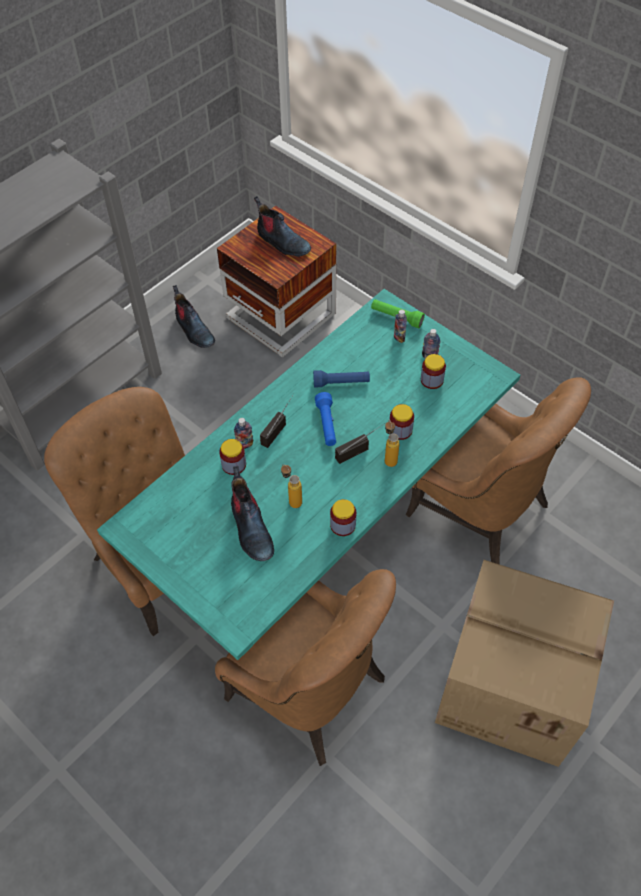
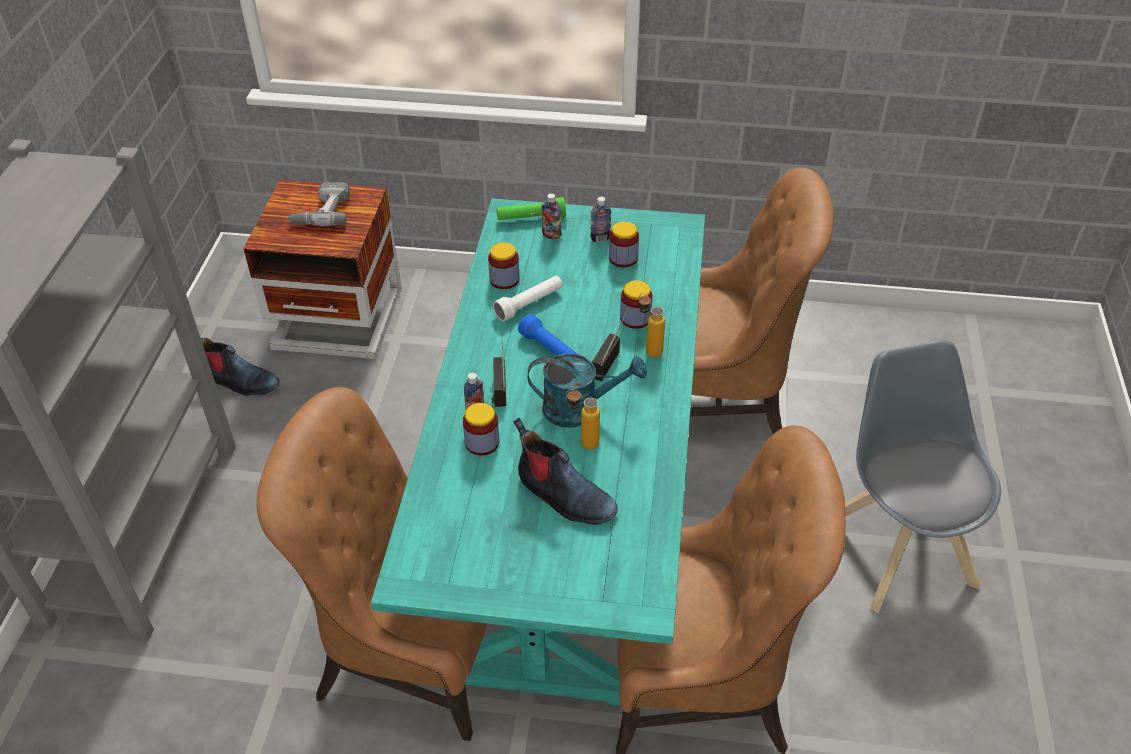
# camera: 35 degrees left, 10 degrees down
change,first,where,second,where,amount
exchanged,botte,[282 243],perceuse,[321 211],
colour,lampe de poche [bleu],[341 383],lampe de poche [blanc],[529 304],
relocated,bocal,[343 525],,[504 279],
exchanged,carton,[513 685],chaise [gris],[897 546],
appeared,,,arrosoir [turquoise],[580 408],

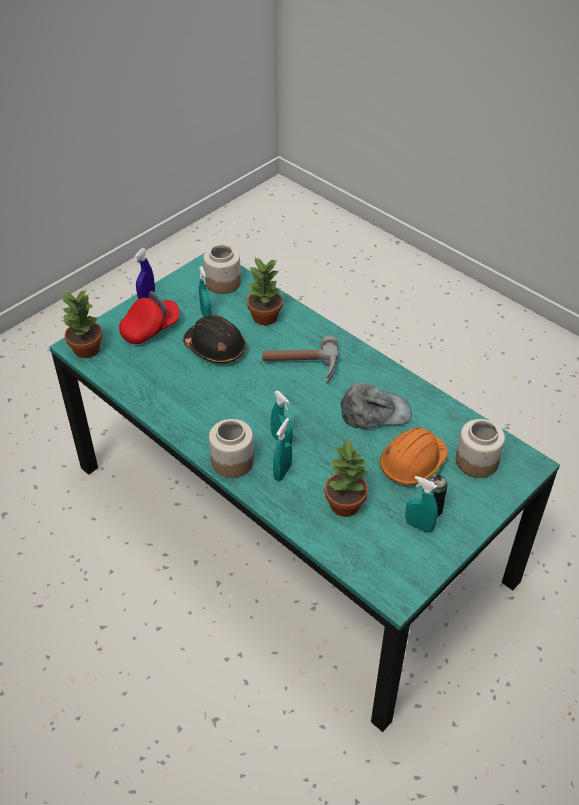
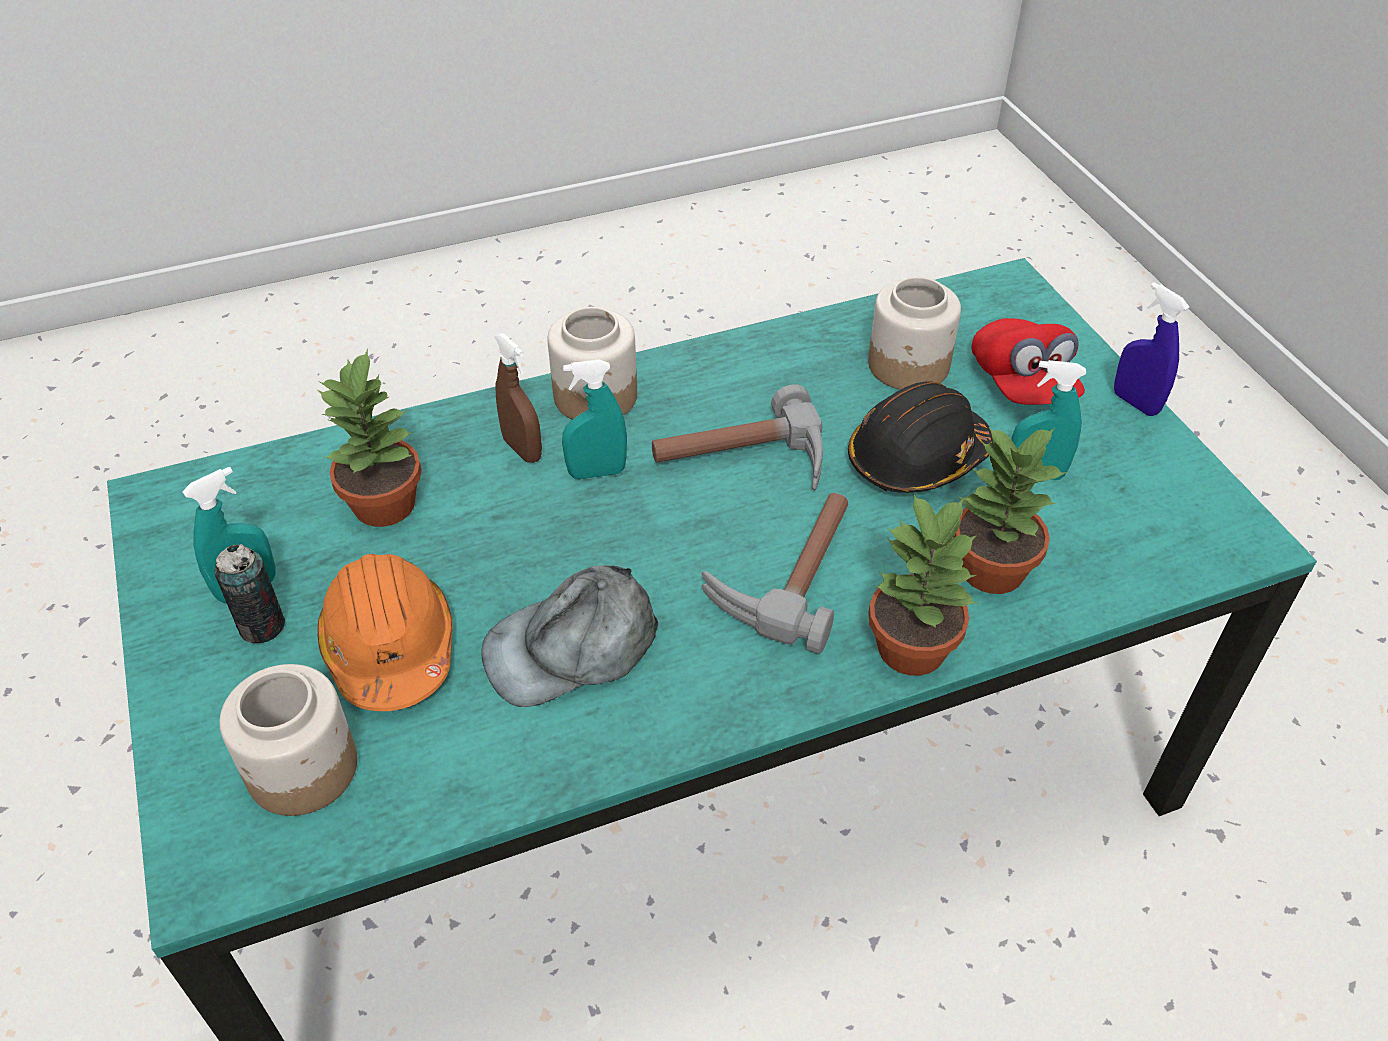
# camera: 115 degrees right, 0 degrees up
change,first,where,second,where,amount
relocated,plante en pot,[85 349],,[912 646],
relocated,bocal,[223 282],,[909 366],
colour,vaporisateur [turquoise],[282 472],vaporisateur [marron],[522 449],
spun,casquette [gris],[375 412],,[572 647],45 degrees clockwise
appeared,,,marteau,[743 464],

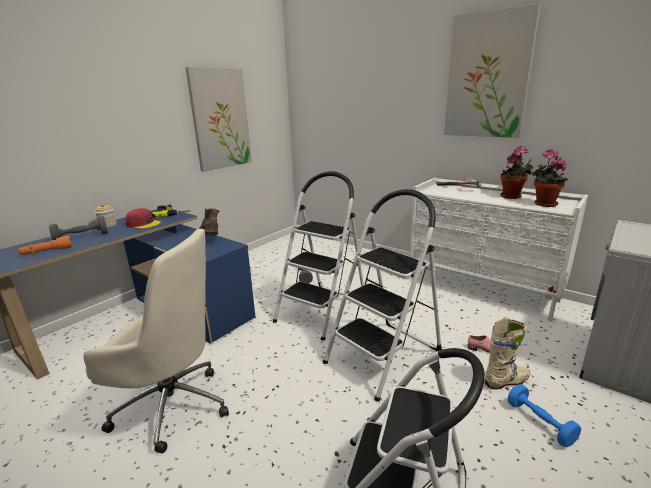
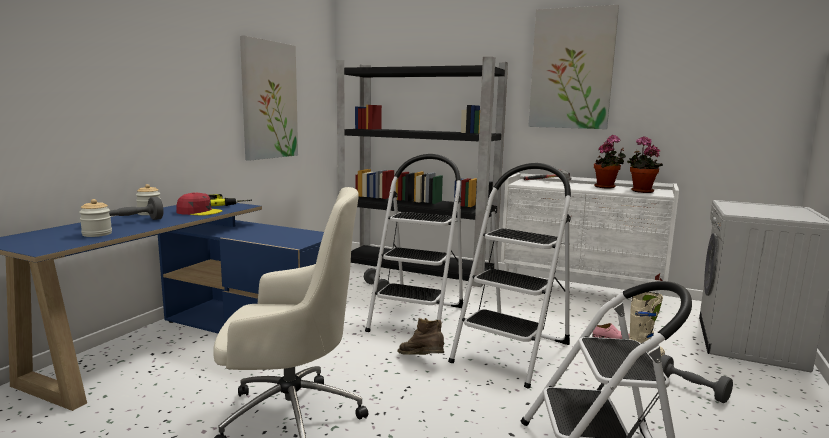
# camera: 15 degrees left, 10 degrees down
change,first,where,second,where,amount
exchanged,lampe de poche [orange],[47 252],bocal,[97 234],
relocated,botte [marron],[210 240],,[421 361],
colour,haltère [bleu],[540 423],haltère [gris],[691 389],
appeared,,,bibliothèque [noir],[416 268],

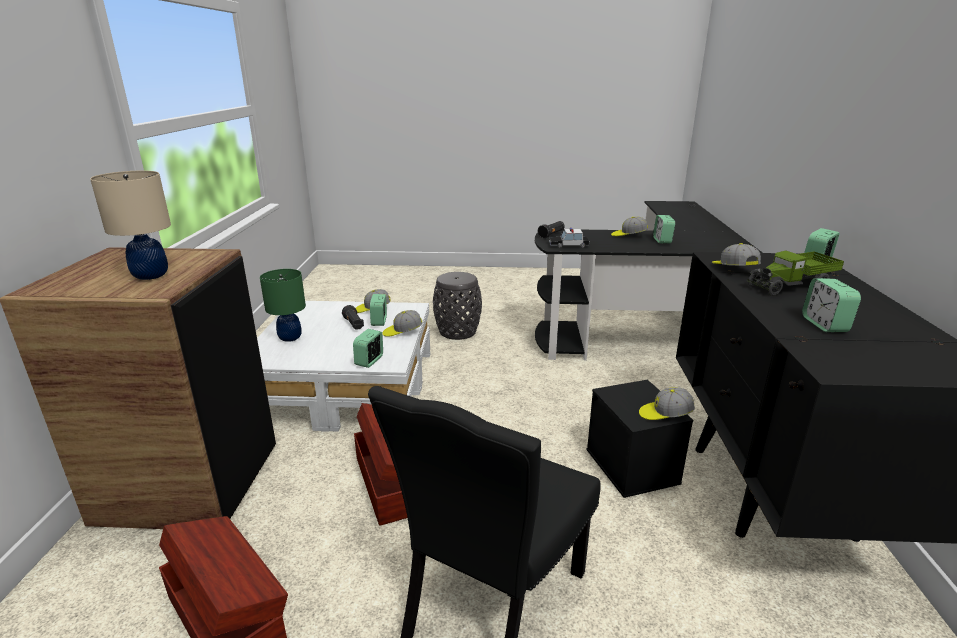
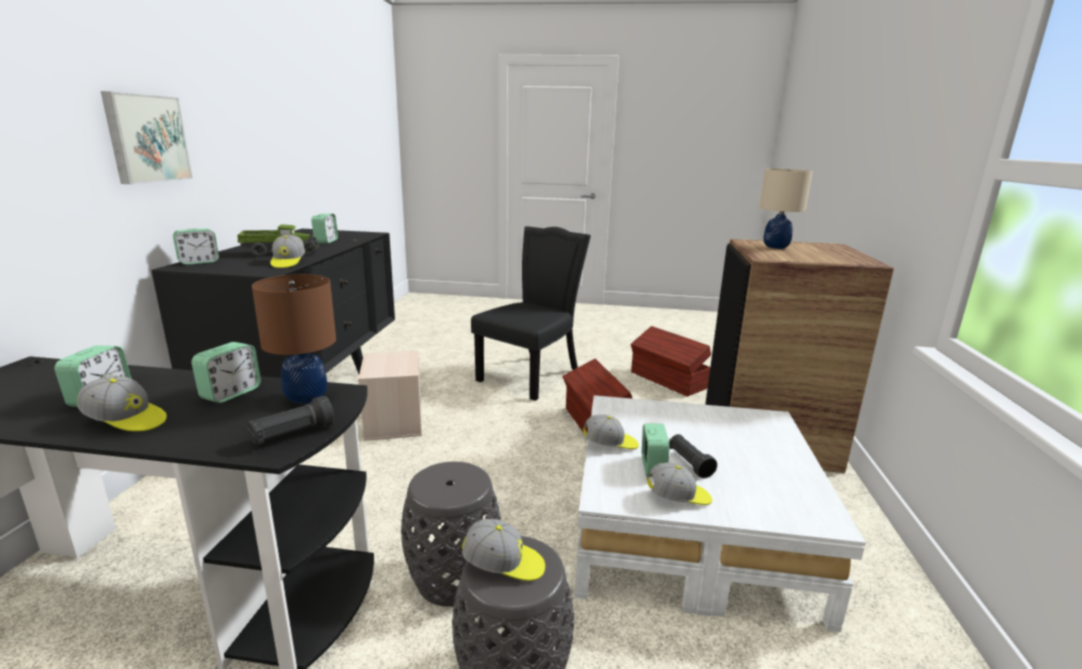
# camera: 175 degrees left, 5 degrees down
change,first,where,second,where,amount
missing,lampe de table [vert],[290 339],,,
relocated,réveil,[369 361],,[231 393],
exchanged,petite voiture,[568 245],lampe de table [marron],[305 398],
colour,boîte de rangement [noir],[633 466],boîte de rangement [beige],[393 421],
relocated,casquette,[665 414],,[504 565],
appeared,,,tableau,[146 138],
appeared,,,tabouret [gris],[453 579],

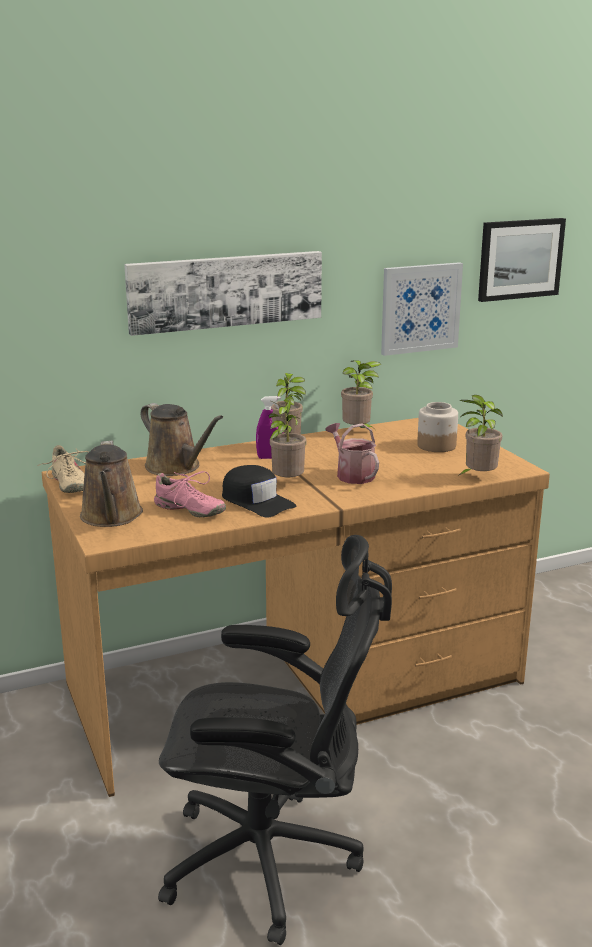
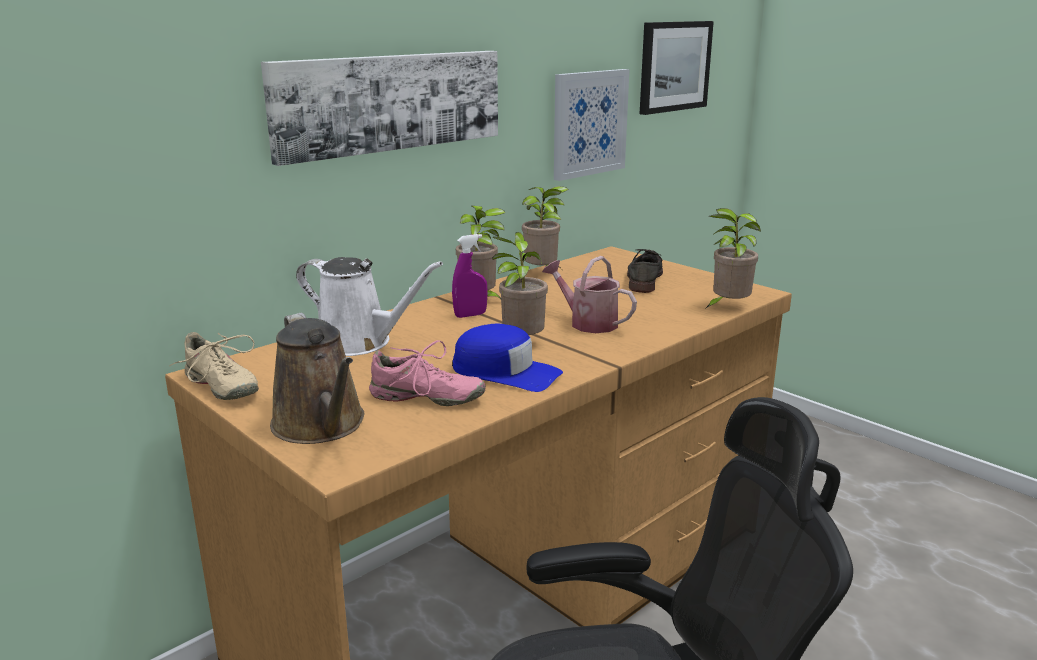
# camera: 20 degrees left, 0 degrees up
change,first,where,second,where,amount
colour,arrosoir [marron],[176 467],arrosoir [blanc],[359 342],
colour,casquette [noir],[257 501],casquette [bleu],[505 372],
exchanged,bocal,[436 446],chaussure [gris],[644 279],

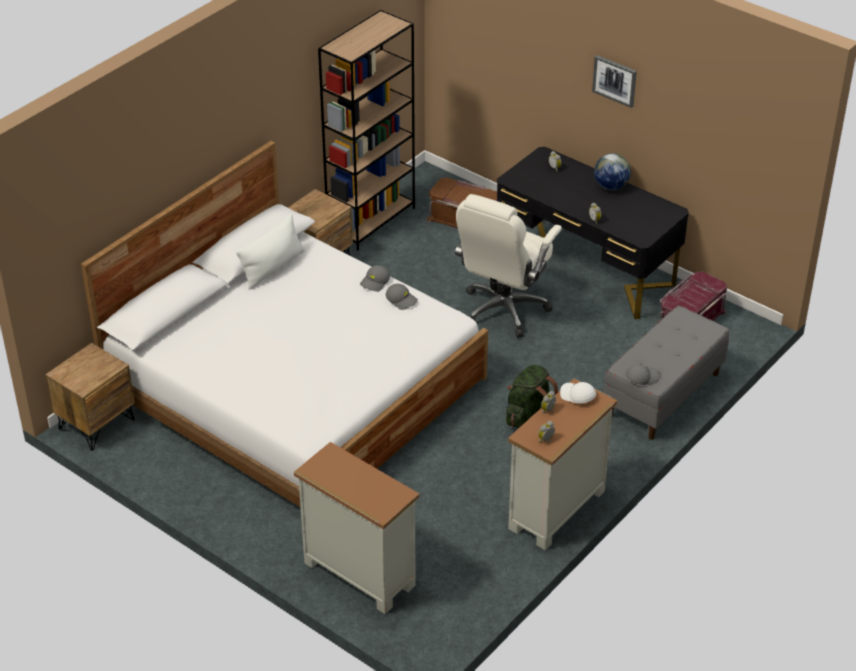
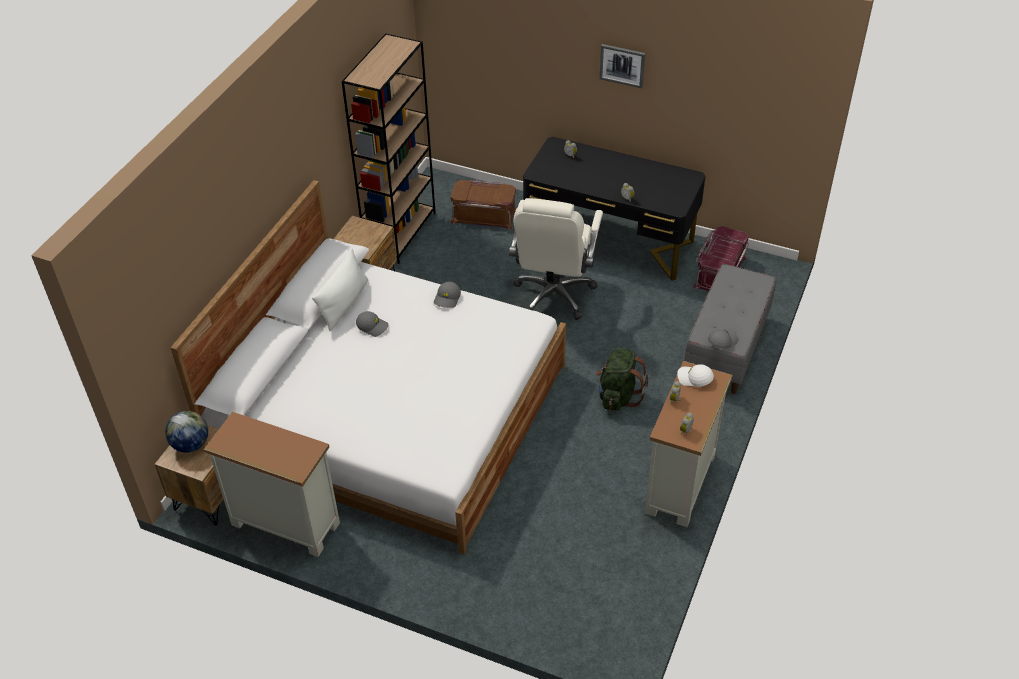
# camera: 15 degrees left, 5 degrees up
change,first,where,second,where,amount
relocated,commode [blanc],[359 573],,[285 523],
relocated,casquette [gris],[402 300],,[373 326],
relocated,globe,[611 186],,[191 445],

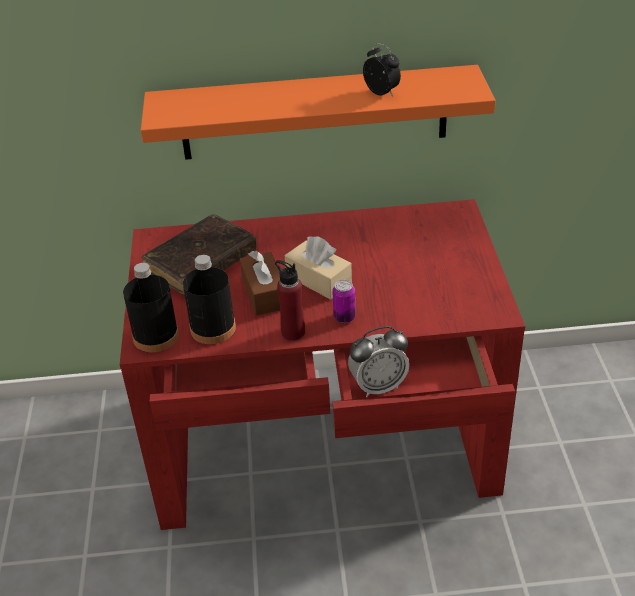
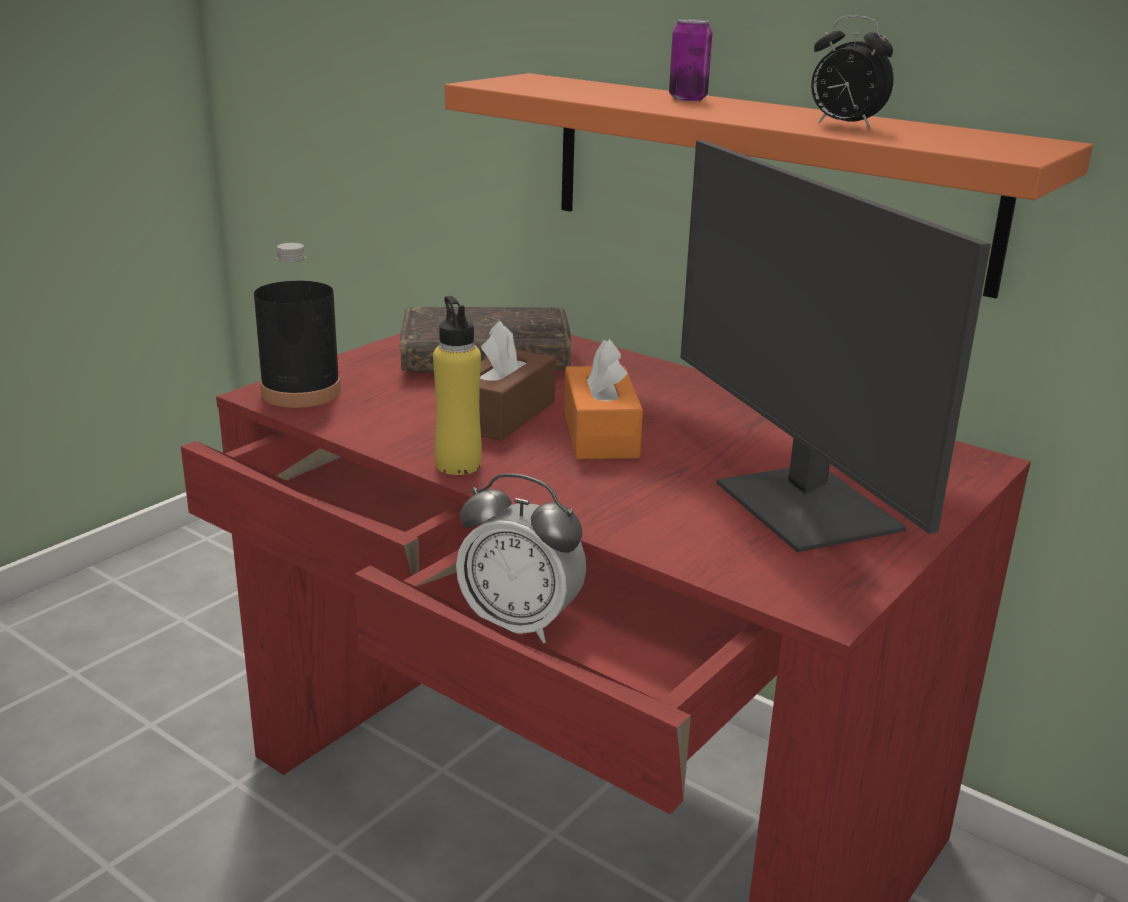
# camera: 40 degrees right, 15 degrees down
change,first,where,second,where,amount
missing,bouteille [noir],[213 328],,,
colour,bouteille [rouge],[293 332],bouteille [jaune],[458 465],
colour,boîte à mouchoirs [beige],[318 280],boîte à mouchoirs [orange],[600 434],
relocated,boîte métallique,[344 317],,[687 99],
spun,réveil,[382 93],,[843 126],120 degrees clockwise
appeared,,,écran d'ordinateur,[803 508],

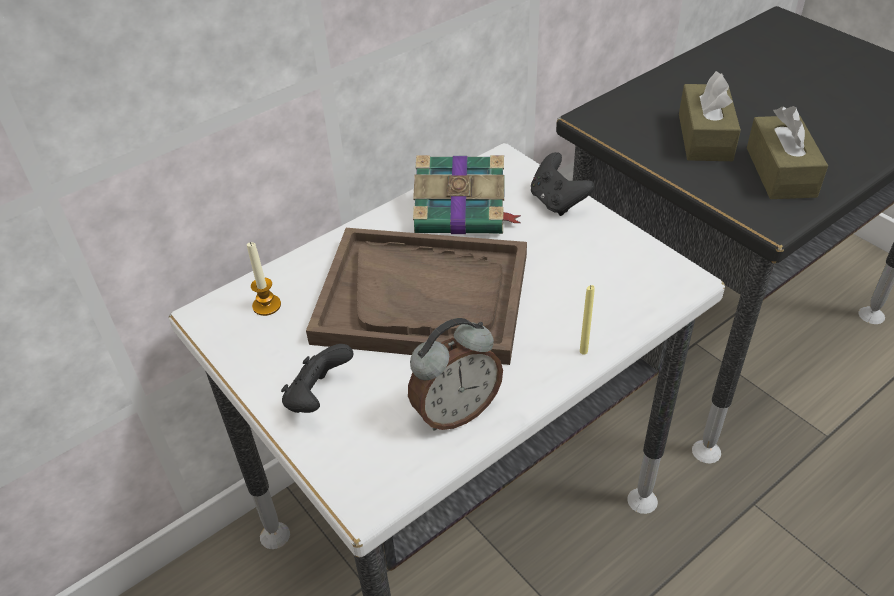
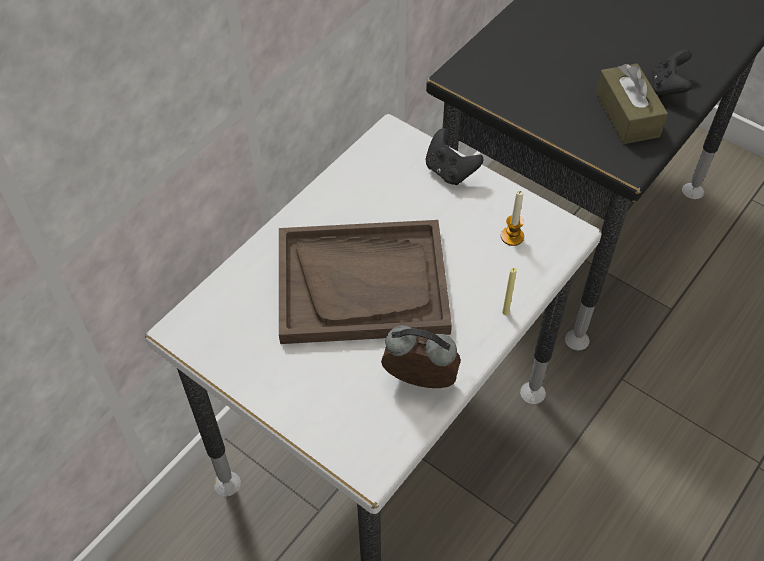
# camera: 15 degrees left, 10 degrees up
change,first,where,second,where,amount
relocated,bougie,[266 305],,[512 236],
relocated,manette [noir],[318 397],,[667 88],
spun,réveil,[455 411],,[419 383],120 degrees counterclockwise
missing,livre,[462 212],,,
missing,boîte à mouchoirs [marron],[705 137],,,

